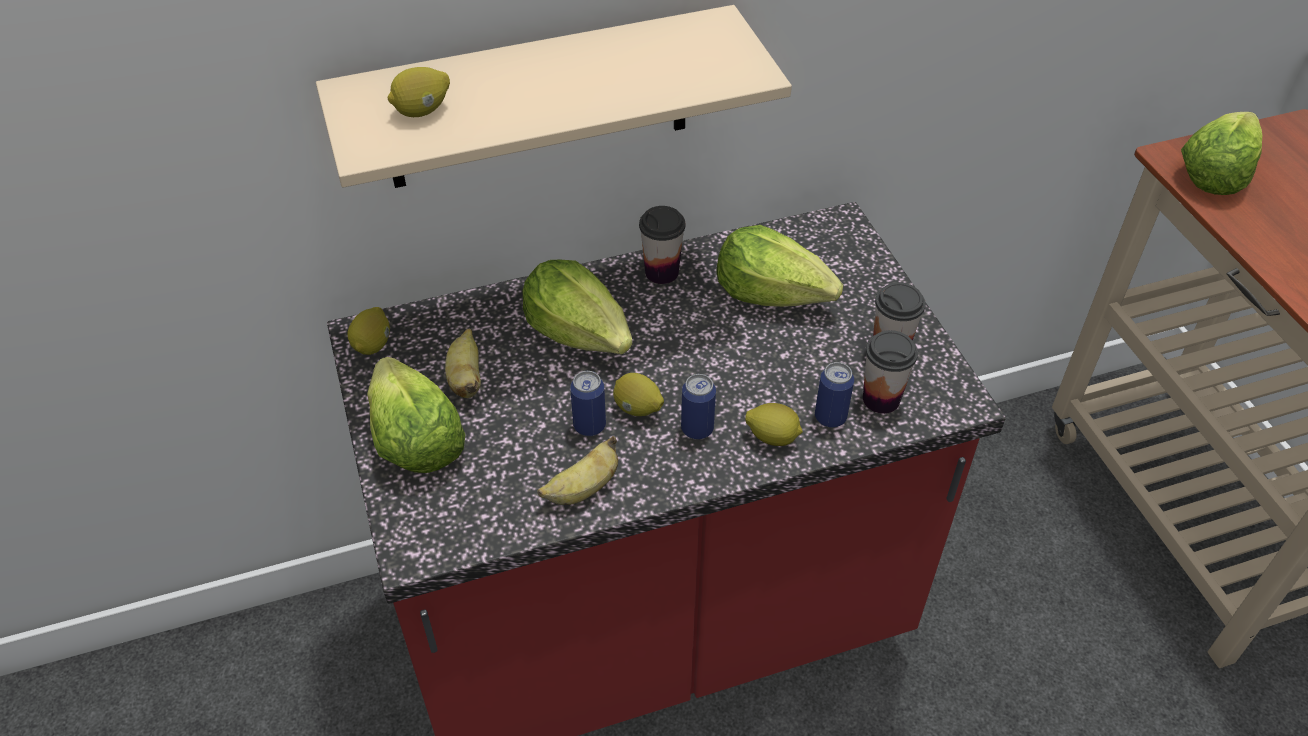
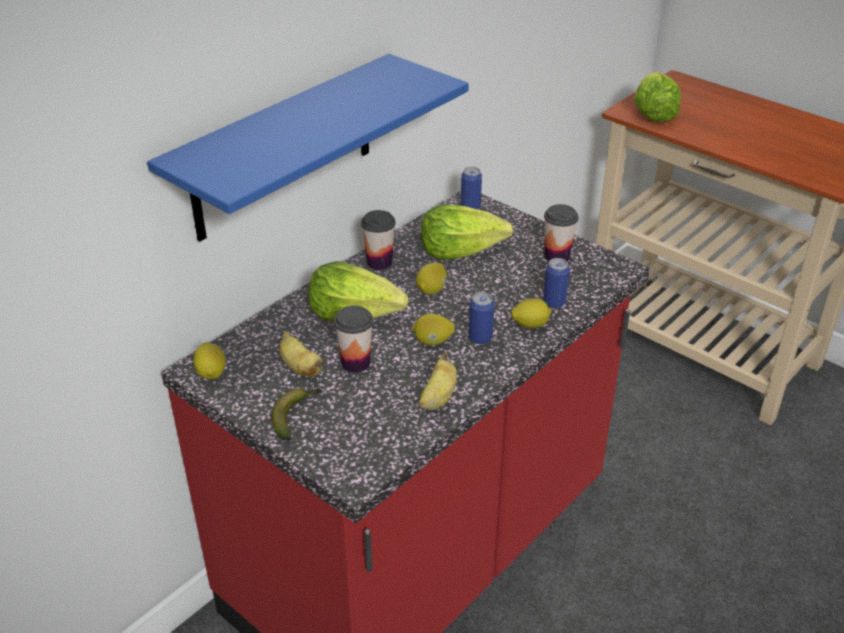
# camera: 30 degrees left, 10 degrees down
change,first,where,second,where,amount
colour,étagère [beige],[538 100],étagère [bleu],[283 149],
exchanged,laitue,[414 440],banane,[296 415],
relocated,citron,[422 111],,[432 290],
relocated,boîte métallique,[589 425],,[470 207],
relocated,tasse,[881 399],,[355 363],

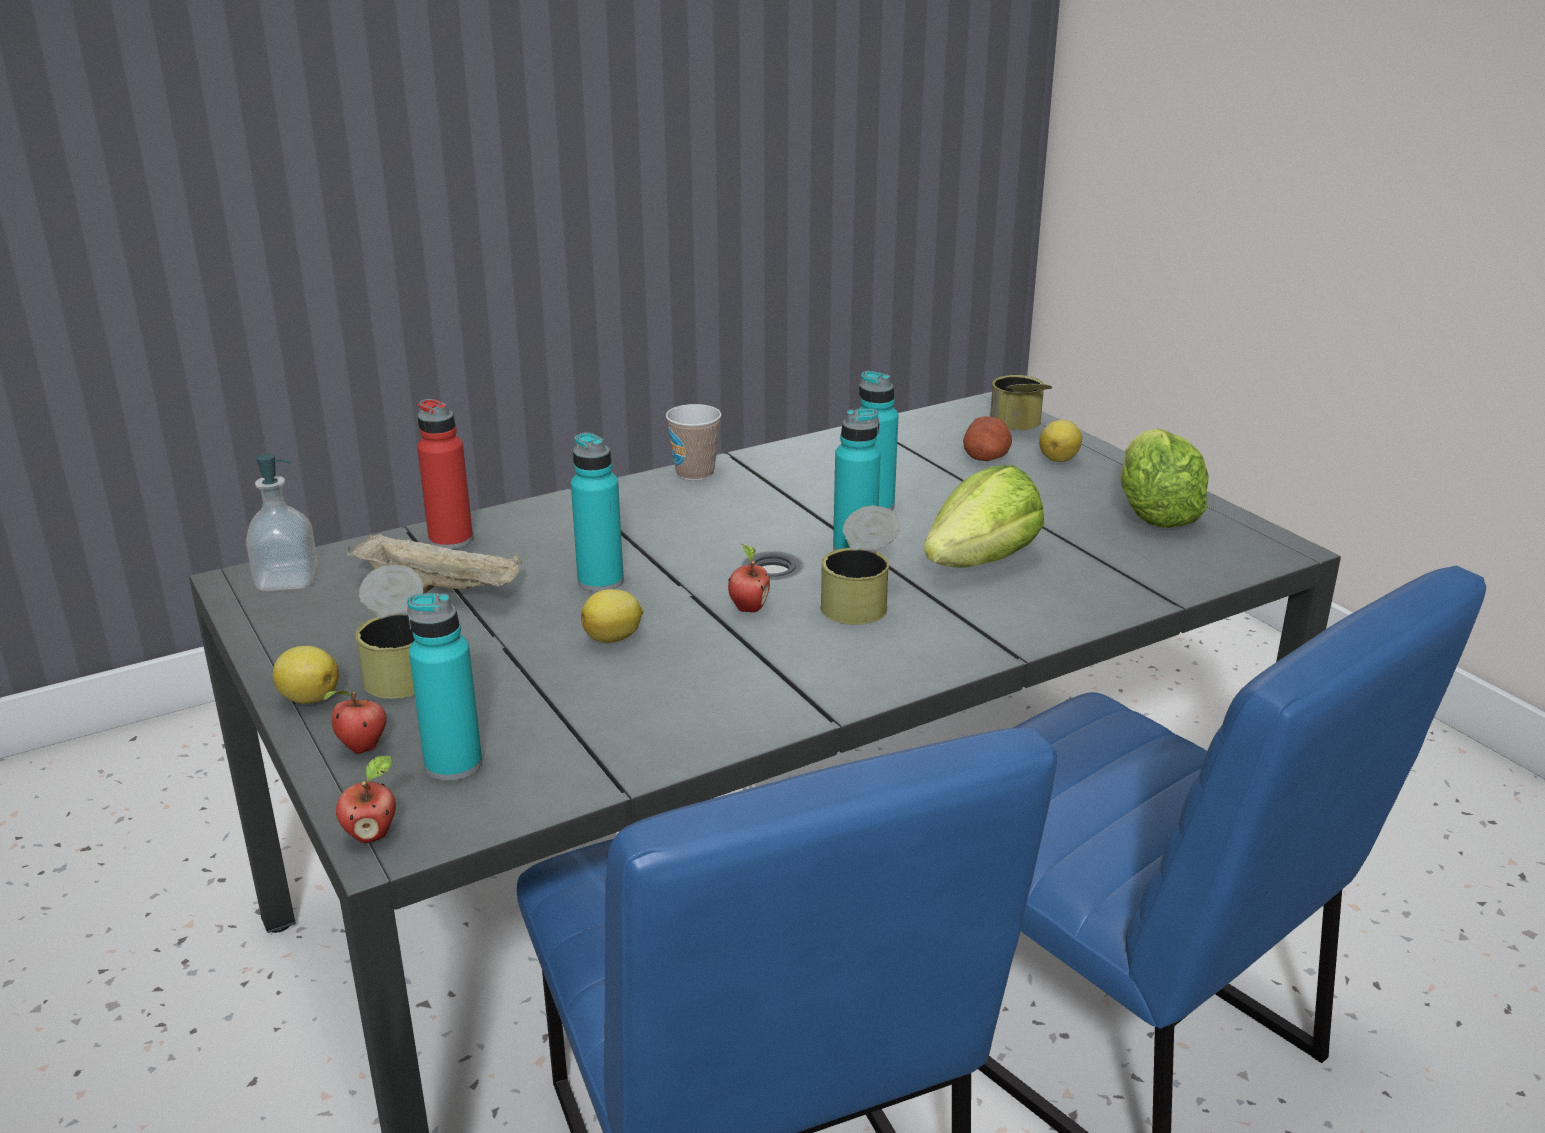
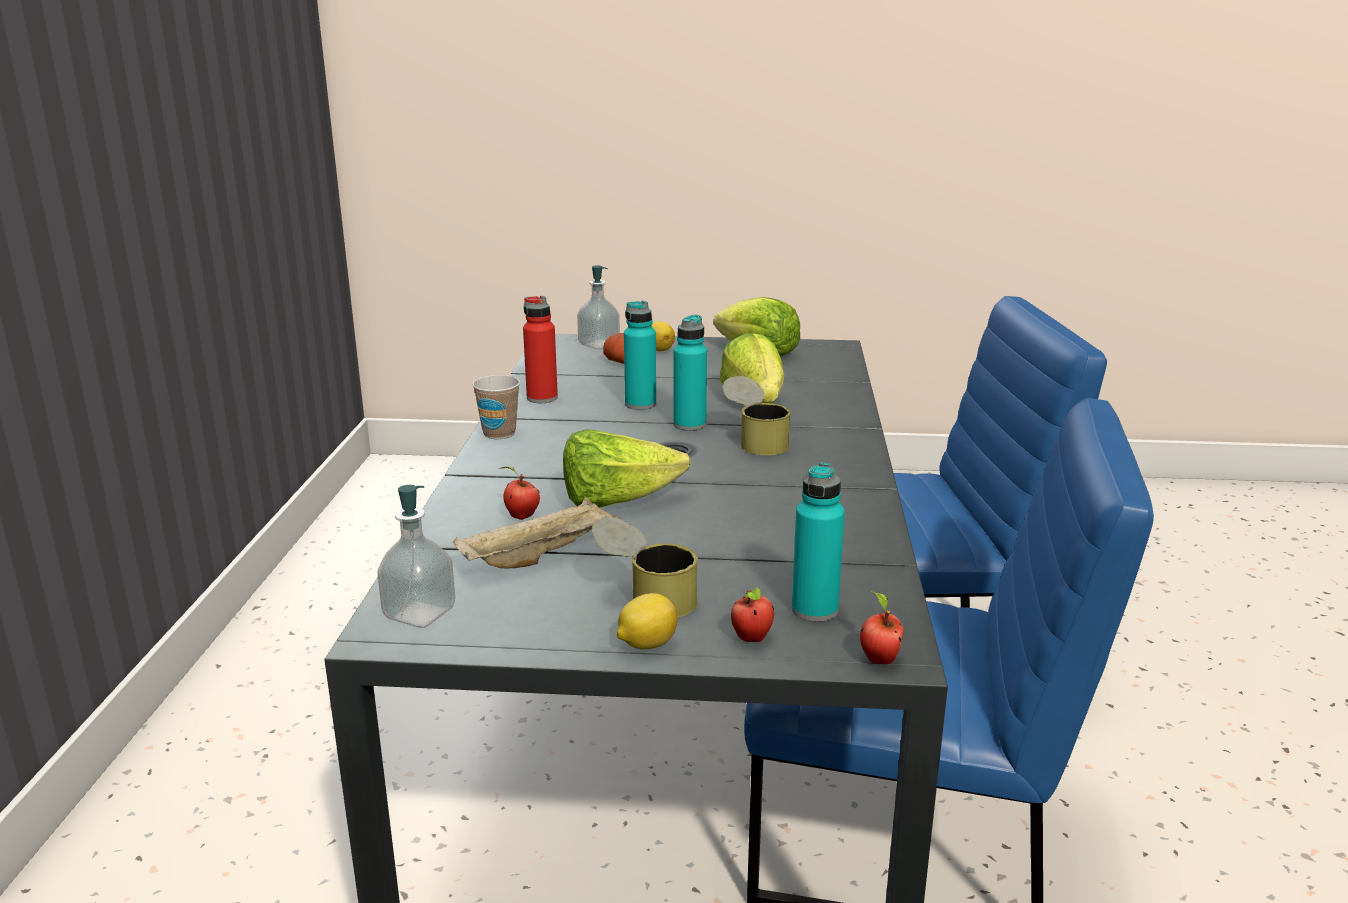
# camera: 55 degrees left, 5 degrees down
change,first,where,second,where,amount
relocated,bouteille [rouge],[451 540],,[542 398],
exchanged,bouteille [turquoise],[600 581],laitue,[616 502],
missing,citron,[614 638],,,
relocated,pomme,[748 608],,[520 516],
exchanged,boîte métallique,[1018 427],distributeur de savon,[599 344],

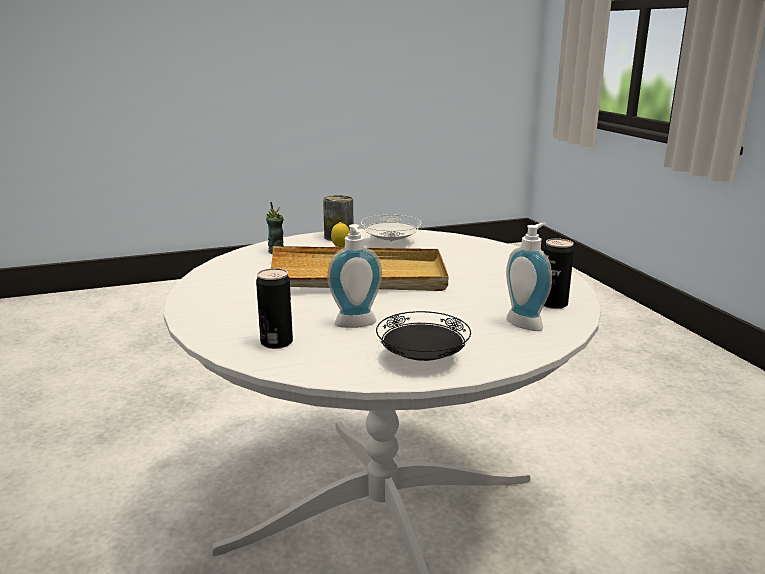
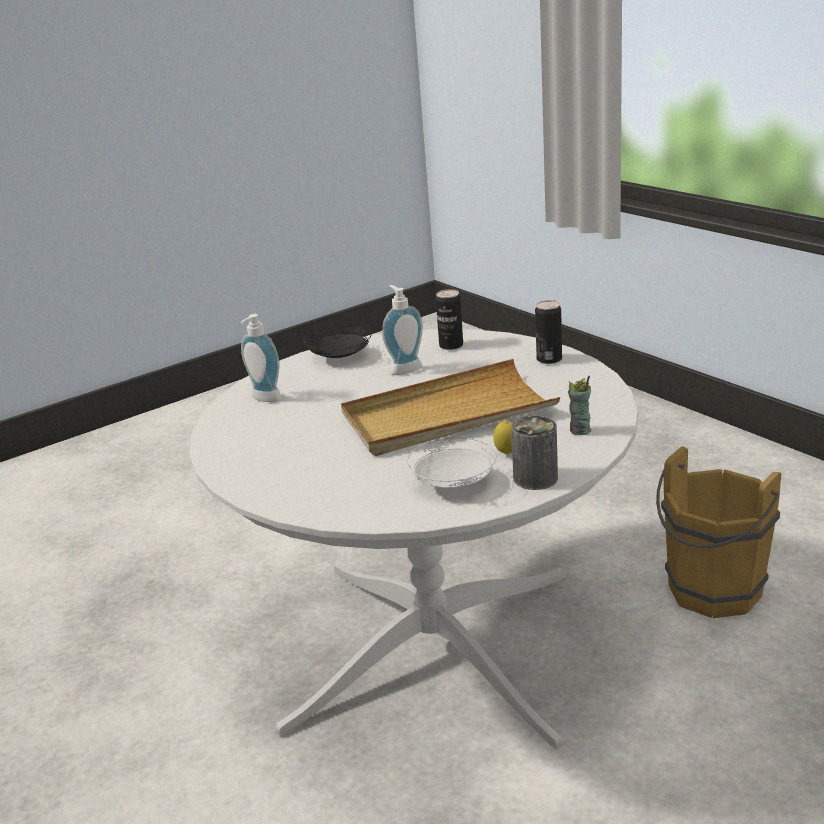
# camera: 165 degrees right, 5 degrees up
change,first,where,second,where,amount
relocated,boîte métallique,[553 304],,[549 359],
appeared,,,seau [marron],[710 595],

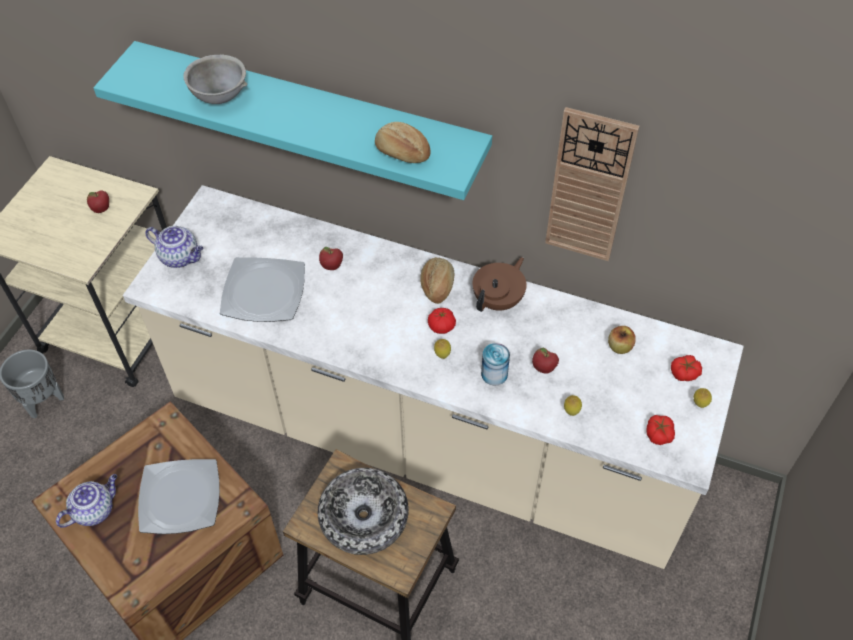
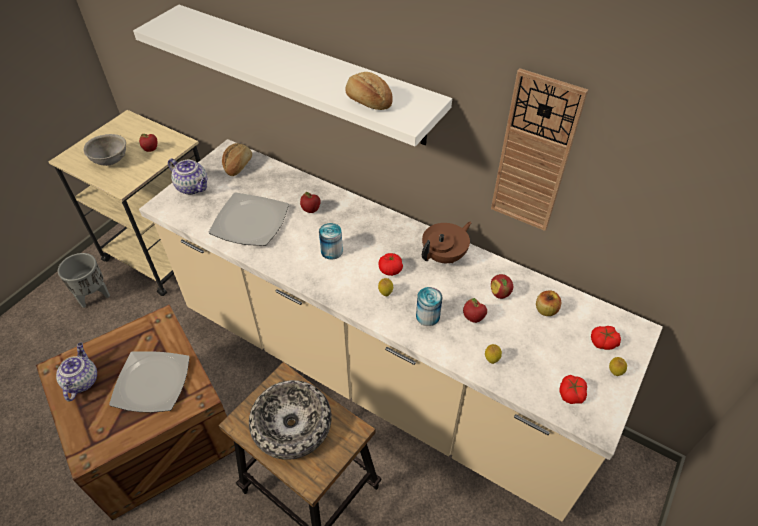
# camera: 10 degrees right, 5 degrees down
change,first,where,second,where,amount
spun,théière,[95 510],,[82 381],60 degrees counterclockwise
colour,étagère [turquoise],[309 113],étagère [blanc],[305 74],
relocated,bol [gris],[219 96],,[111 161],
relocated,pain,[437 286],,[238 166],
appeared,,,boîte métallique,[331 251],
appeared,,,pomme,[500 294],

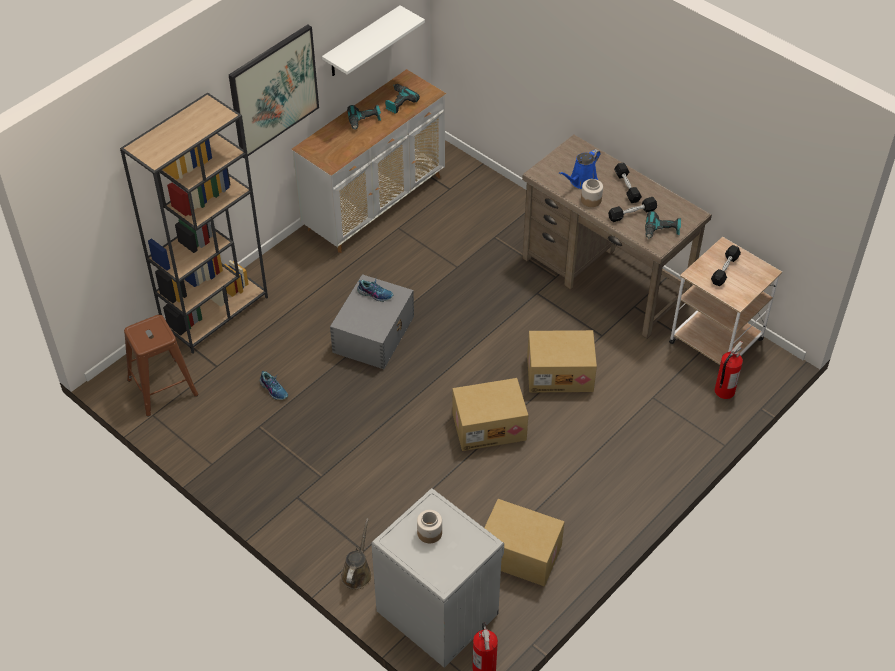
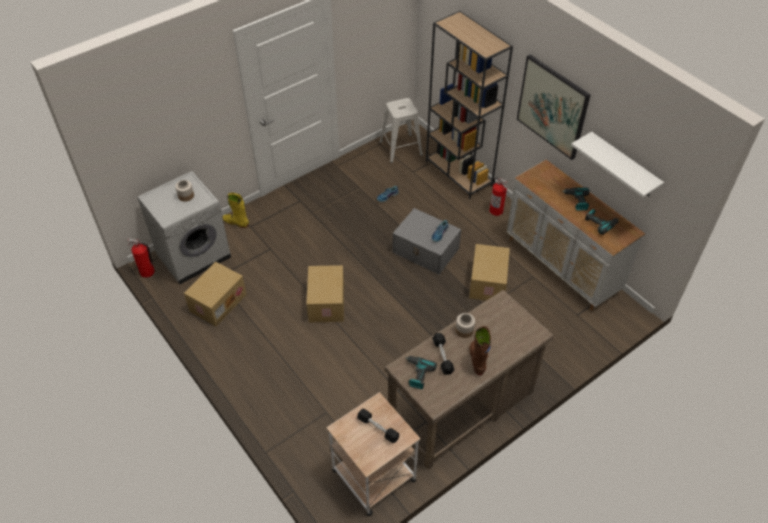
# camera: 100 degrees right, 0 degrees up
change,first,where,second,where,amount
colour,tabouret [marron],[163 387],tabouret [blanc],[401 148],
exchanged,arrosoir [marron],[357 572],botte [jaune],[236 222],
relocated,carton,[560 373],,[488 282],
missing,arrosoir [bleu],[581 181],,,
exchanged,haltère [noir],[627 187],botte [marron],[477 360],
relocated,extincteur,[724 391],,[496 210],

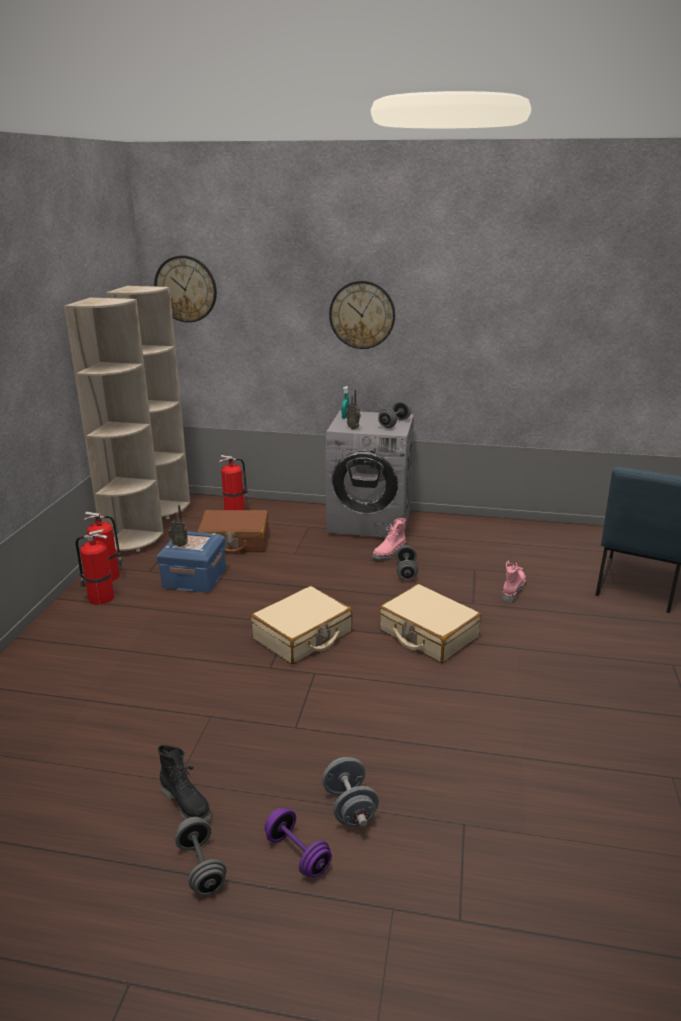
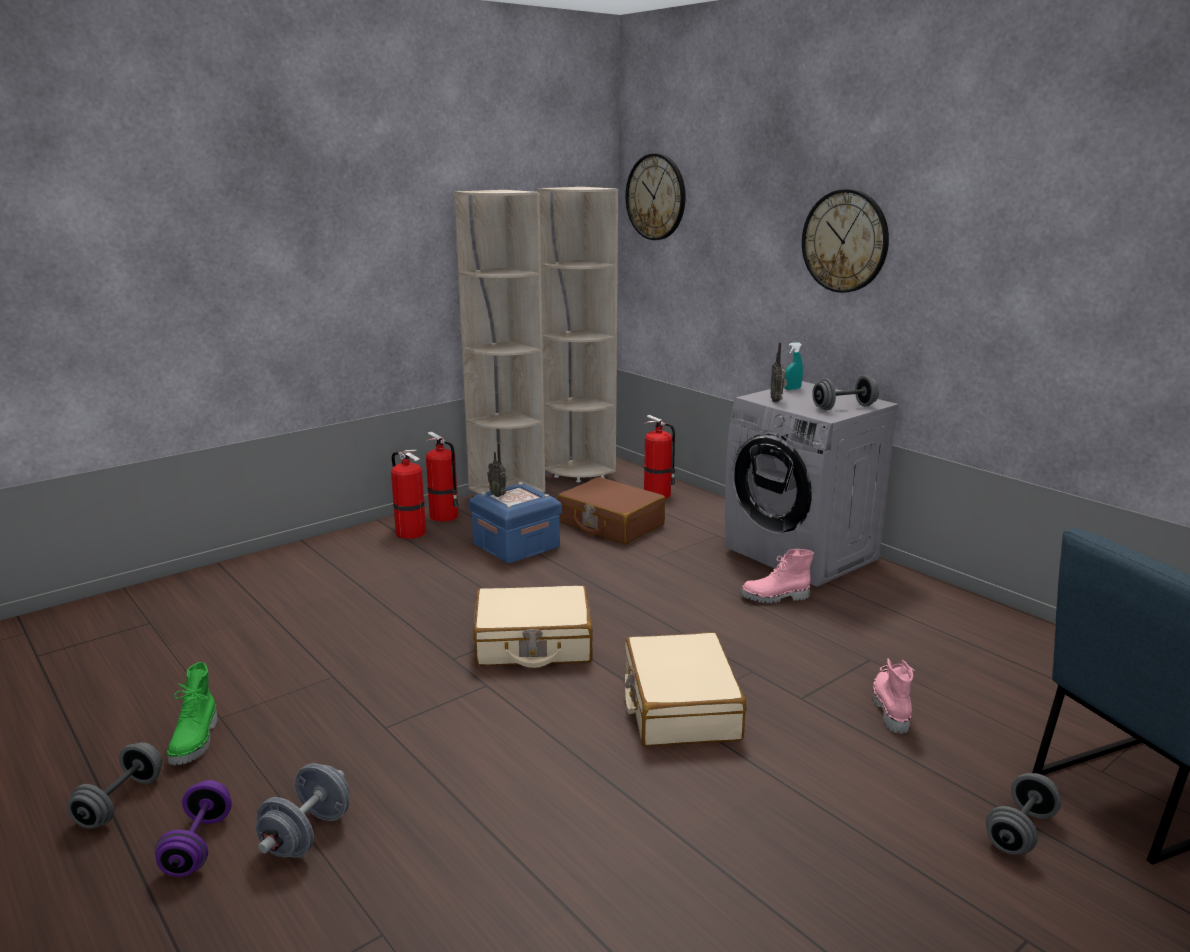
# camera: 40 degrees right, 5 degrees down
change,first,where,second,where,amount
colour,botte [noir],[187 804],botte [vert],[196 741],
relocated,haltère [gris],[406 571],,[1020 831],
spun,botte [rose],[512 590],,[889 707],60 degrees counterclockwise

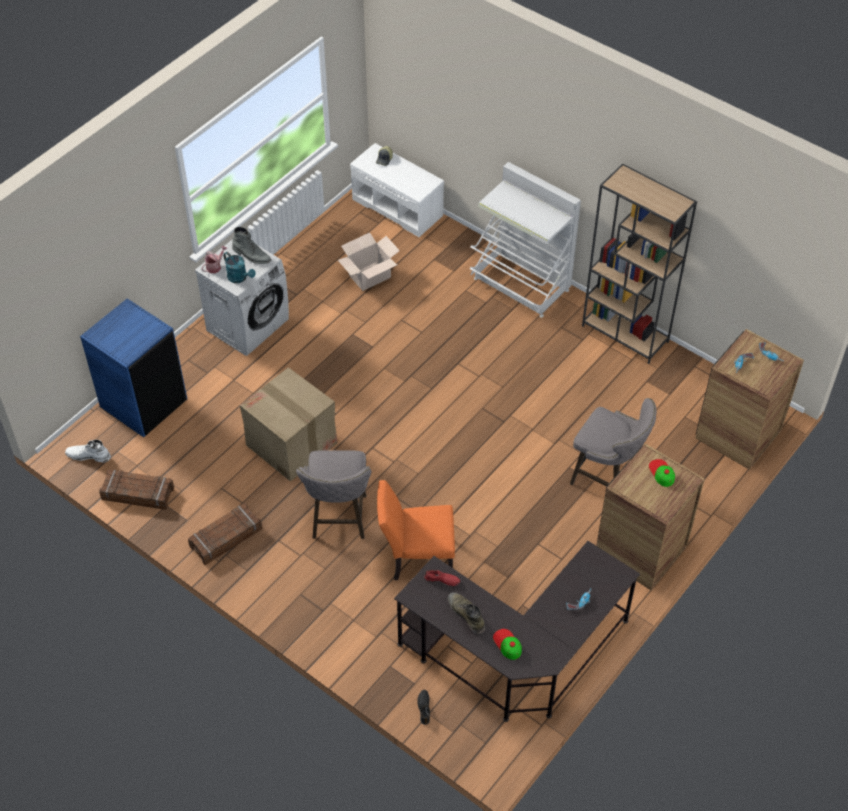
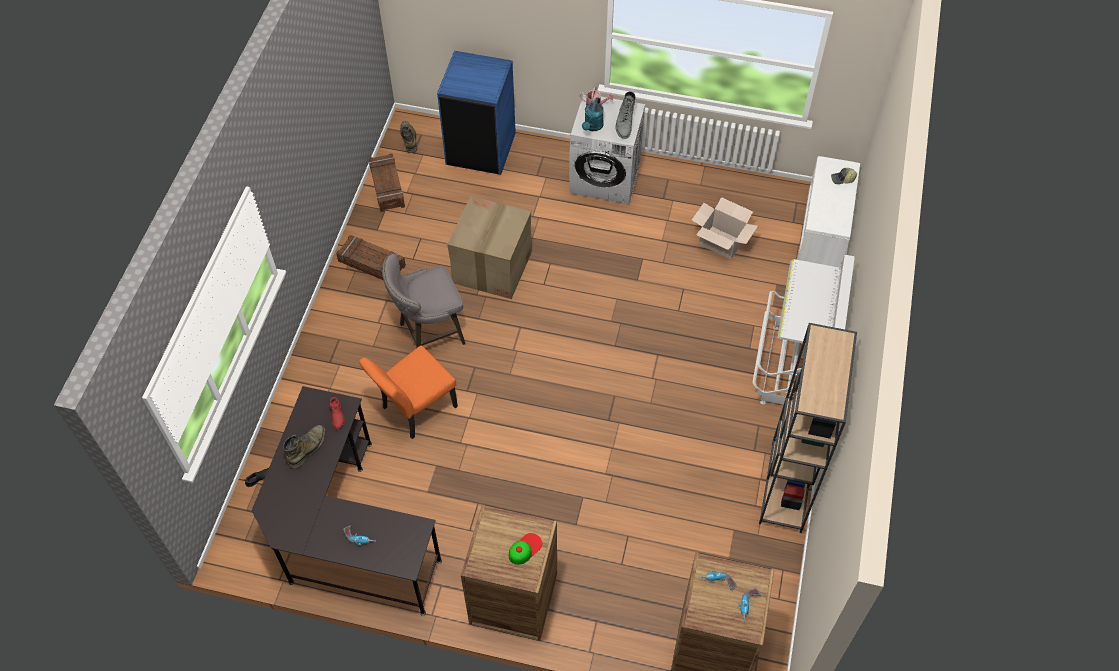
# camera: 65 degrees right, 5 degrees up
change,first,where,second,where,amount
colour,botte [blanc],[88 455],botte [vert],[409 138],
spun,chaise [orange],[416 558],,[414 410],105 degrees counterclockwise
missing,casquette,[507 644],,,
missing,tabouret [gris],[607 479],,,

